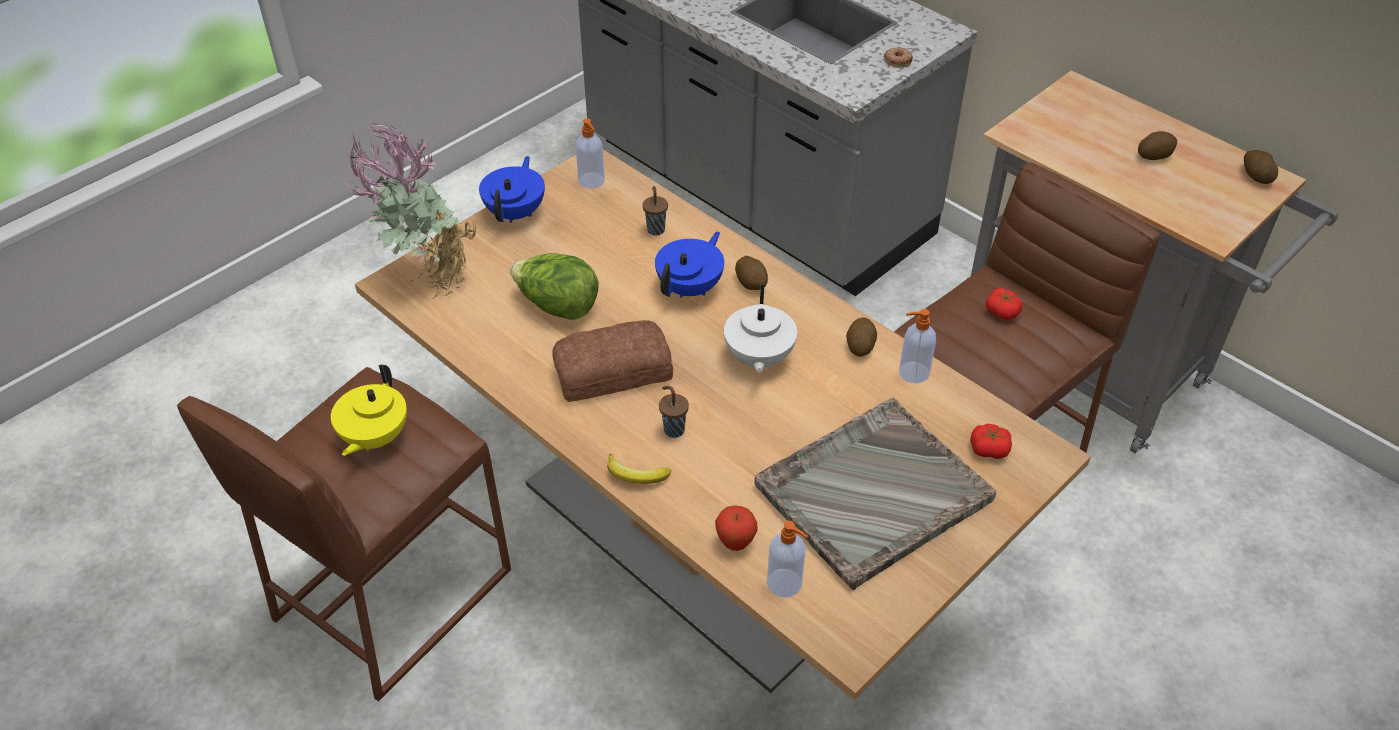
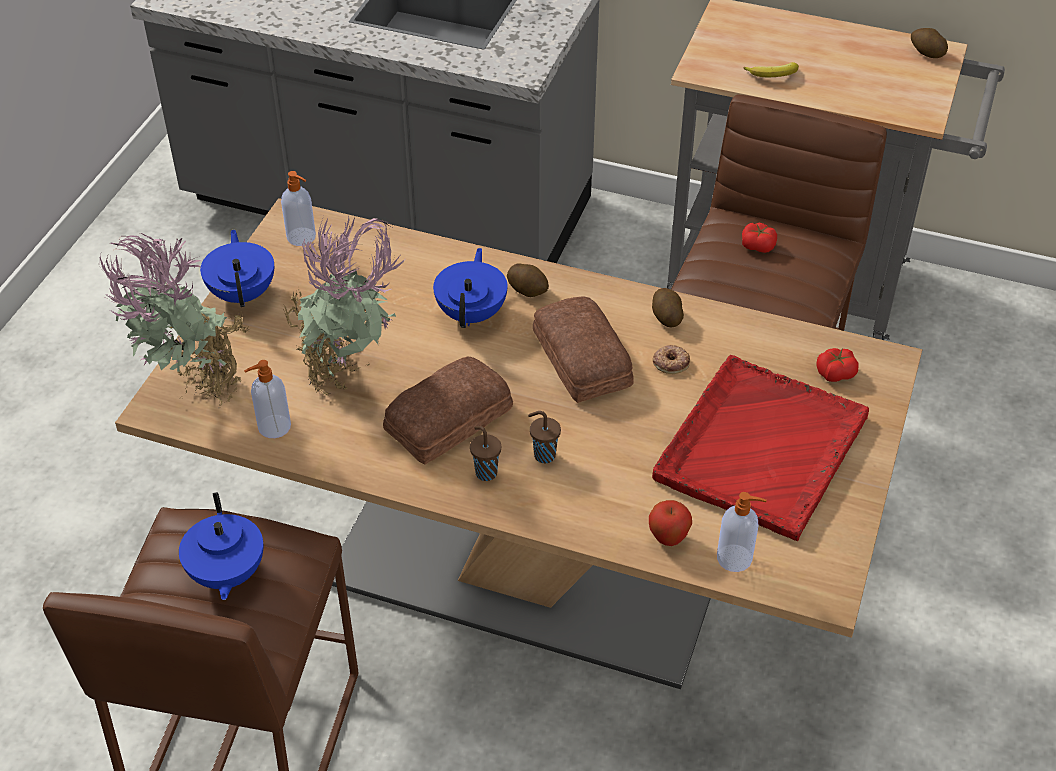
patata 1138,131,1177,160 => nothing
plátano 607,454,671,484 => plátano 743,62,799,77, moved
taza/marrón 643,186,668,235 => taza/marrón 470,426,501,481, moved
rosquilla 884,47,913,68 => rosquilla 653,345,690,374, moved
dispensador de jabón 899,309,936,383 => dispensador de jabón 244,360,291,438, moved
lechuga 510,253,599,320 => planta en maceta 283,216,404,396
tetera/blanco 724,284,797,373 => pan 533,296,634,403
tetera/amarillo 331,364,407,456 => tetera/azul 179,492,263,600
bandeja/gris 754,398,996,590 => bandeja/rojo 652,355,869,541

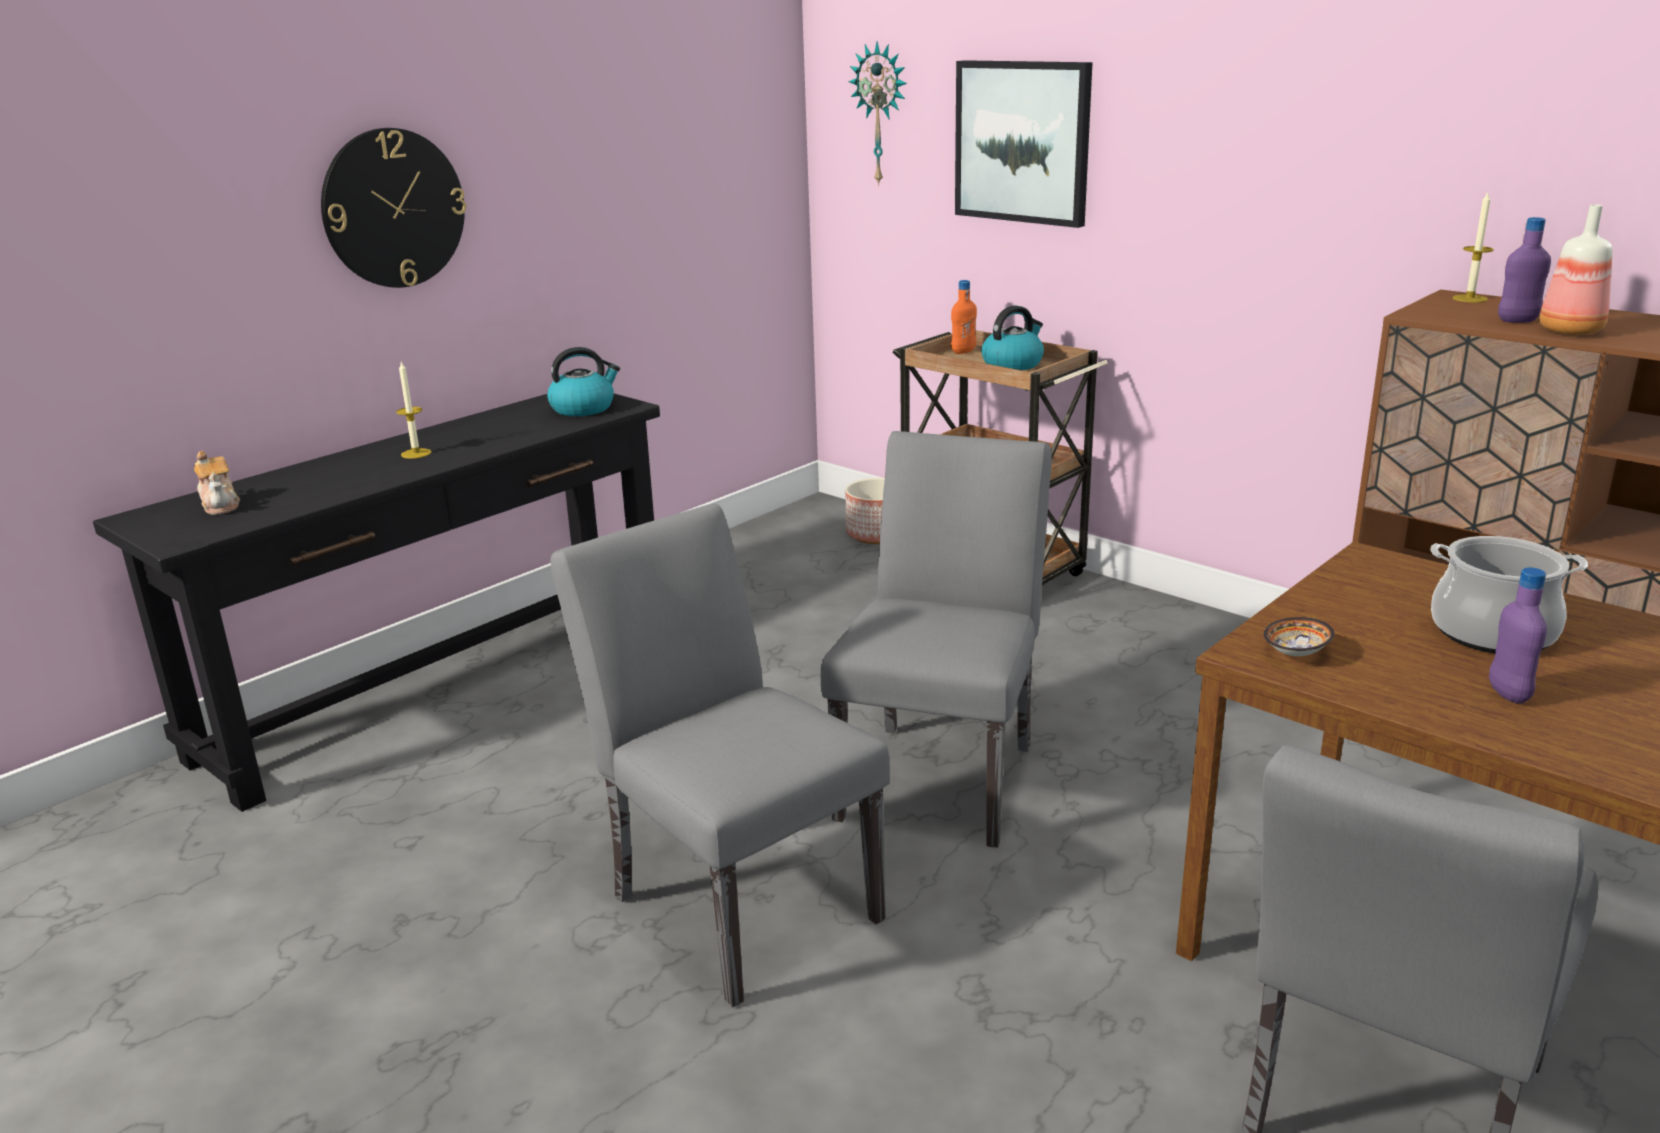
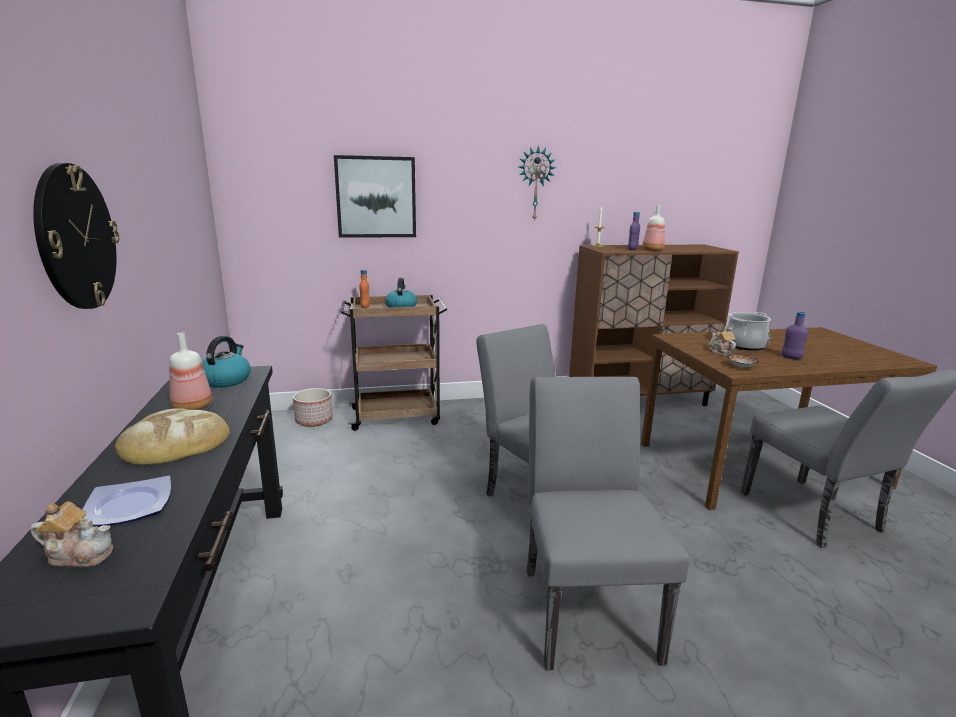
nothing => plato 82,476,171,527
nothing => botella 169,333,212,410
nothing => tetera 709,327,736,356
reloj de pared 848,42,907,186 => reloj de pared 519,145,556,222, moved
vela 396,362,431,459 => pan 115,408,230,465
silla/gris 551,504,890,1008 => silla/gris 527,377,689,670, 90 degrees clockwise

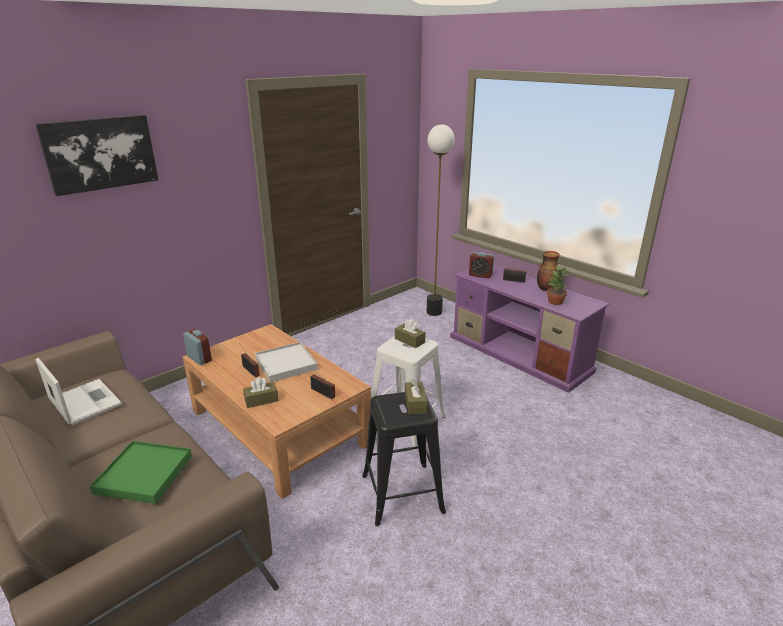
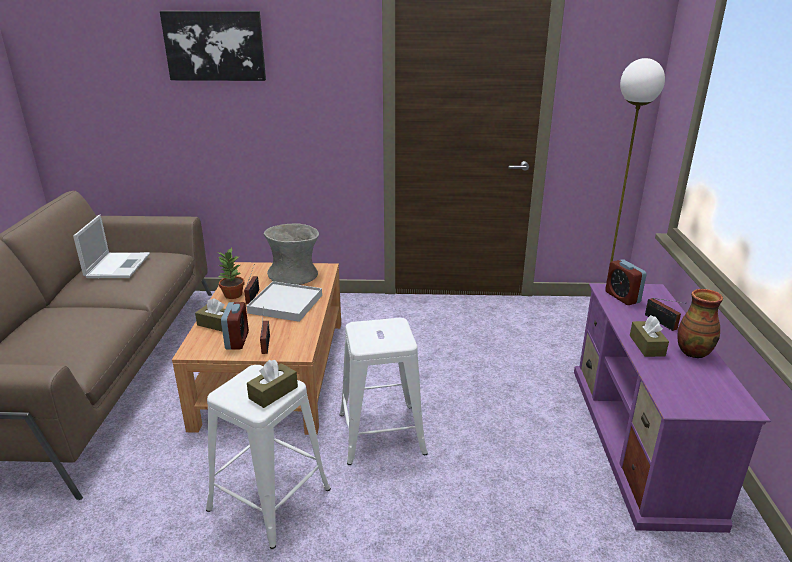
bandeja/verde 90,441,192,504 => nothing
nothing => florero/gris 264,224,319,285
despertador 183,329,212,365 => despertador 221,302,249,350, moved
caja de pañuelos/marrón 395,319,426,348 => caja de pañuelos/marrón 630,315,669,357, moved
planta en maceta 547,265,568,305 => planta en maceta 217,248,244,299, moved
taburete/negro 362,392,446,527 => taburete/blanco 206,365,331,549

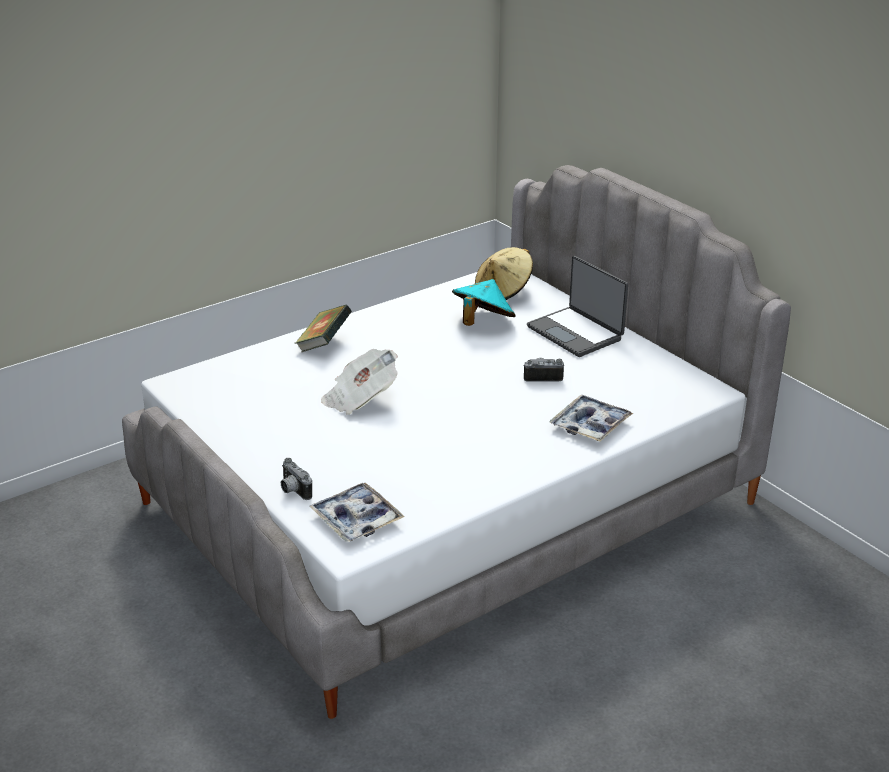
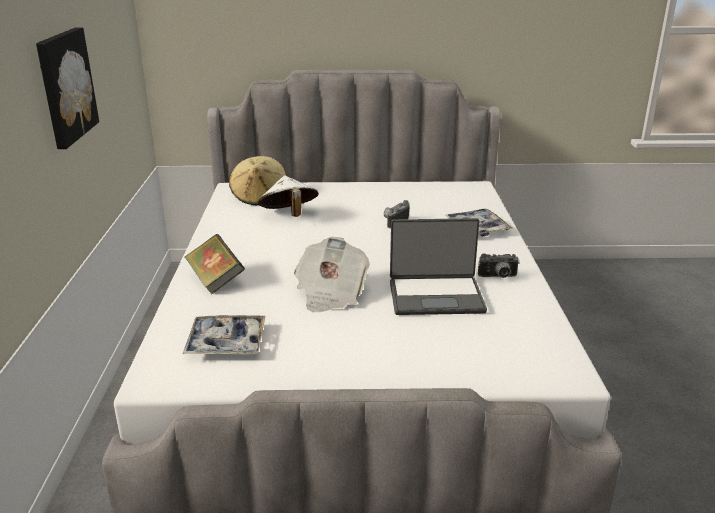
nothing => cuadro 36,28,99,149
cámara 281,458,312,500 => cámara 478,254,519,278, moved
bandeja 309,483,405,542 => bandeja 183,315,265,355, moved
portátil 527,256,628,357 => portátil 390,218,487,315, moved
sombrero/turquesa 452,279,516,326 => sombrero/blanco 258,175,319,217

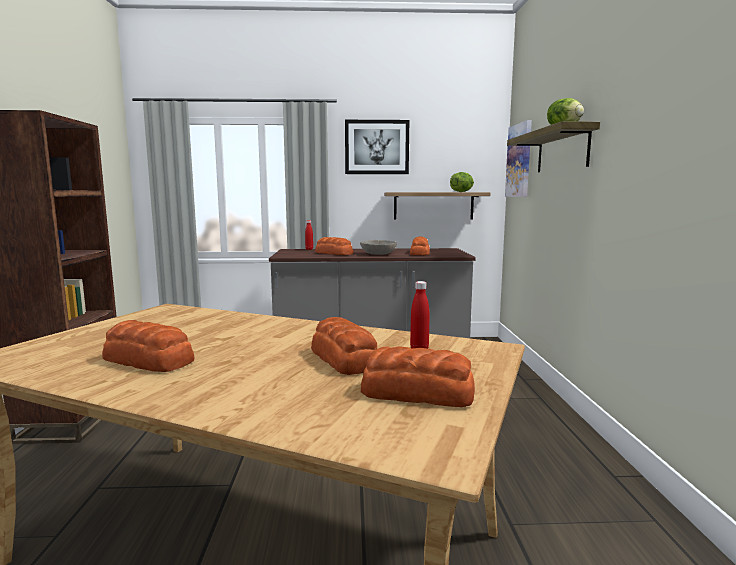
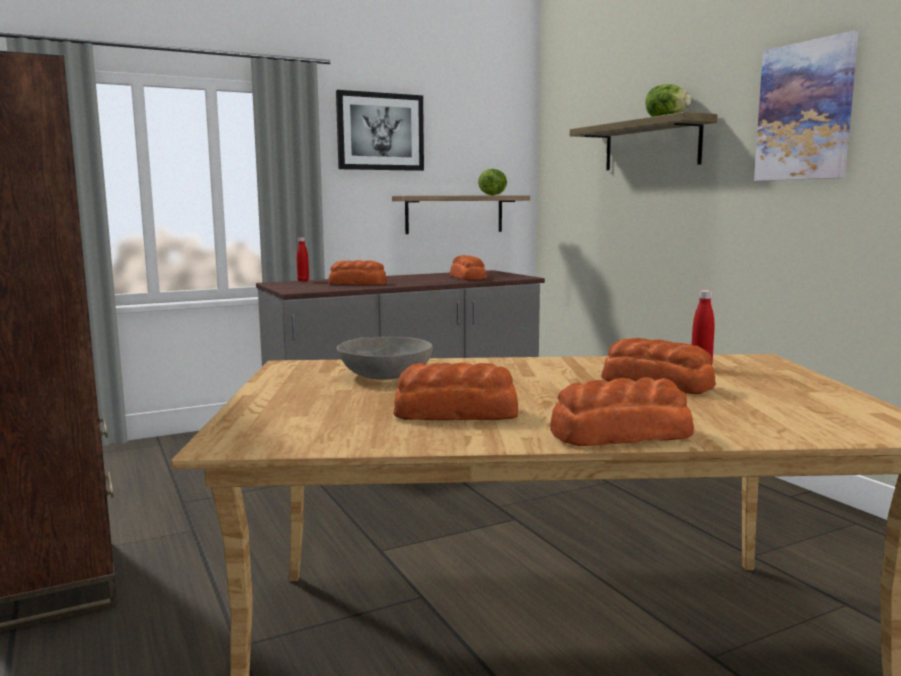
cuenco/gris 360,240,397,255 => cuenco/gris 337,336,433,380, moved
pan 361,346,475,407 => pan 550,377,694,446, moved
cuadro 505,120,532,197 => cuadro 754,31,858,181, moved

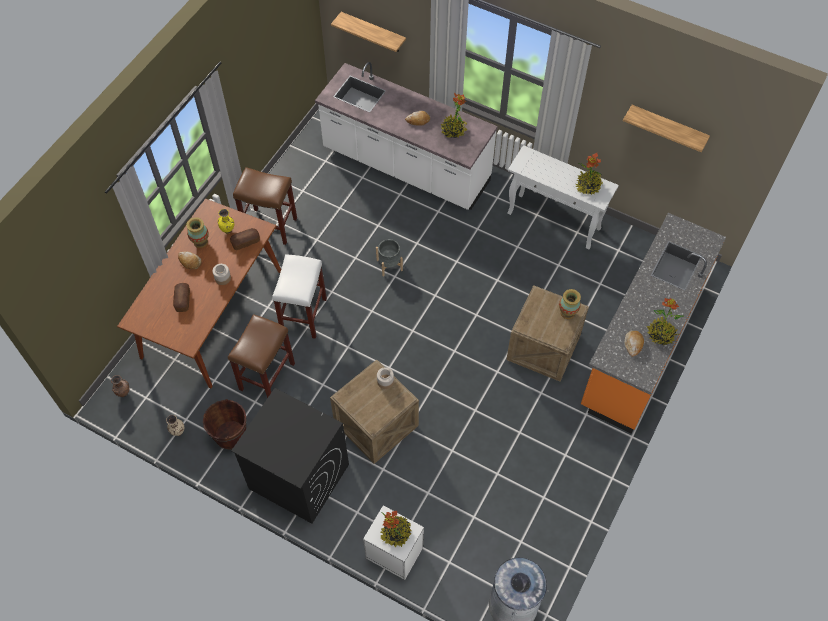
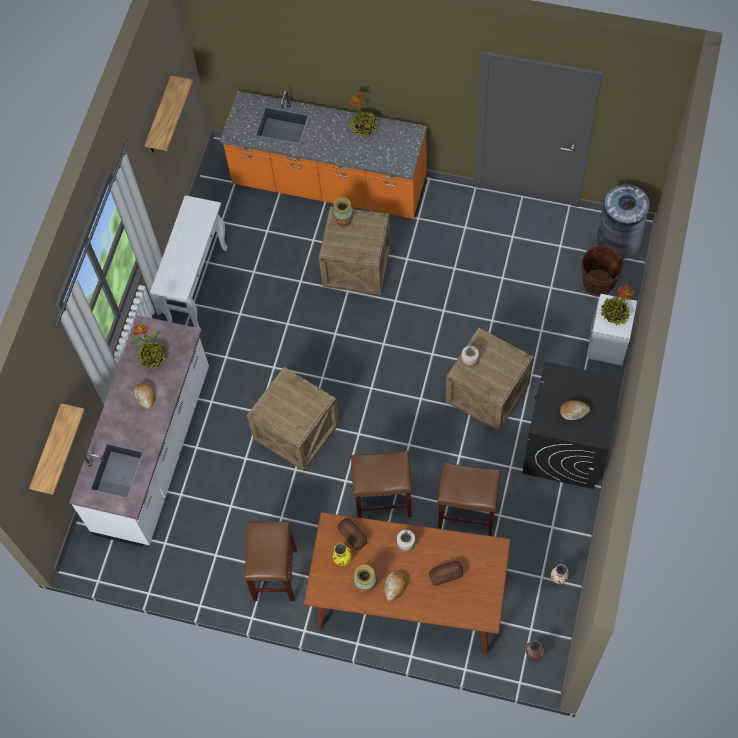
planta en maceta 575,153,602,195 => nothing
cubo/marrón 203,399,247,450 => cubo/marrón 581,246,624,297, moved
pan 625,331,644,357 => pan 560,400,591,420, moved
maceta/gris 376,239,403,276 => caja de embalaje 247,367,340,471
taburete/blanco 272,254,327,339 => taburete/marrón 351,450,412,518

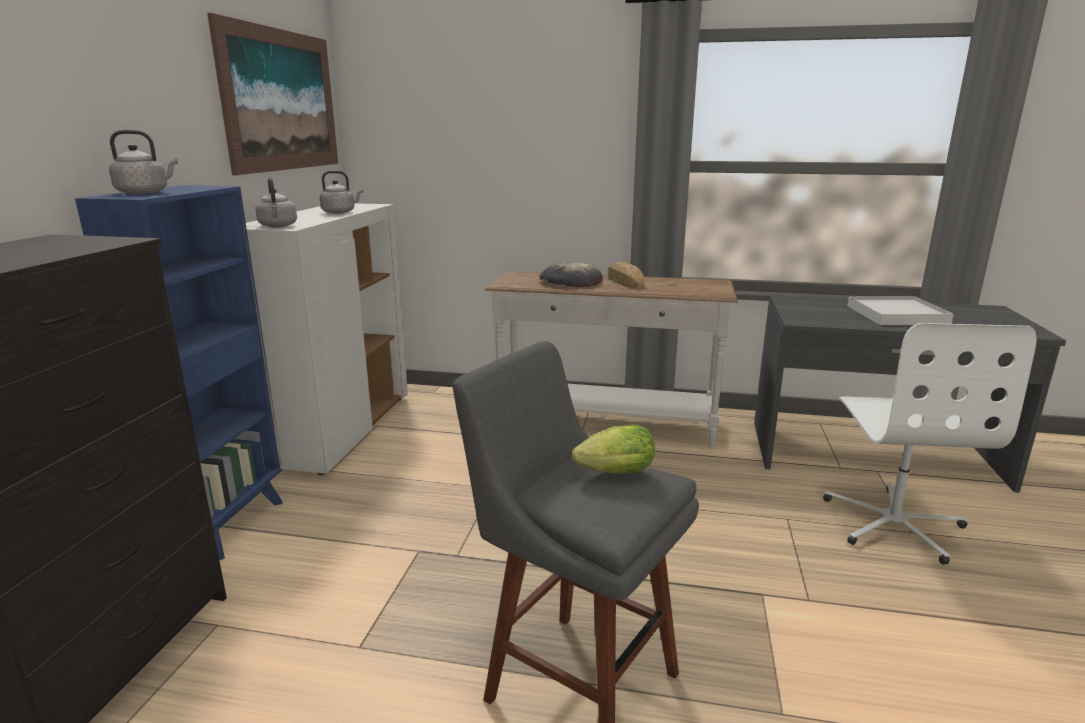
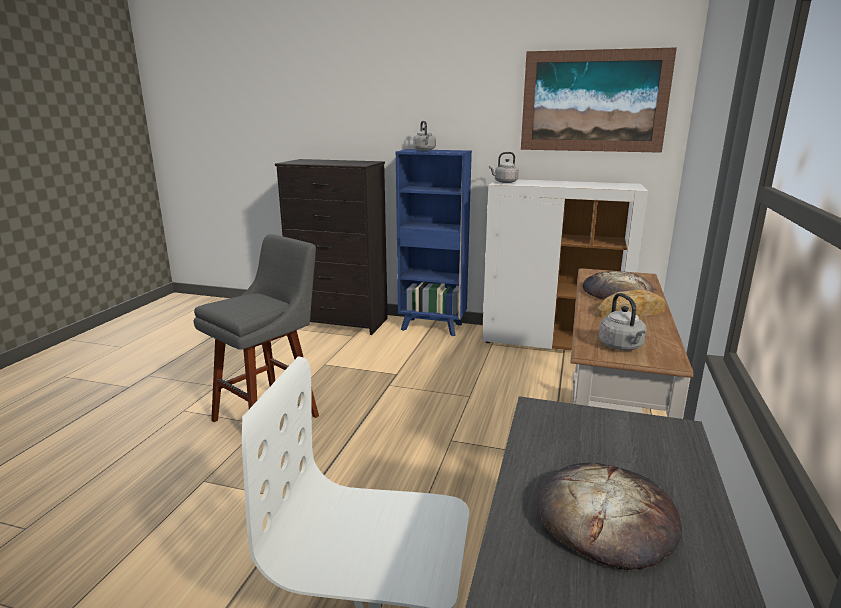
lechuga 572,425,655,474 => nothing
hervidor/gris 319,171,363,214 => hervidor/gris 599,293,646,350, moved
bandeja/blanco 848,296,954,325 => pan 537,463,682,570

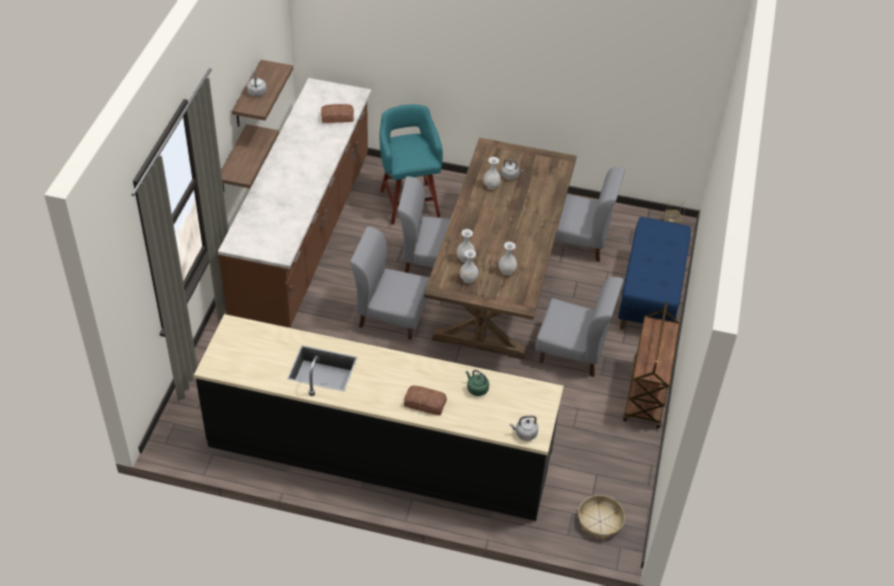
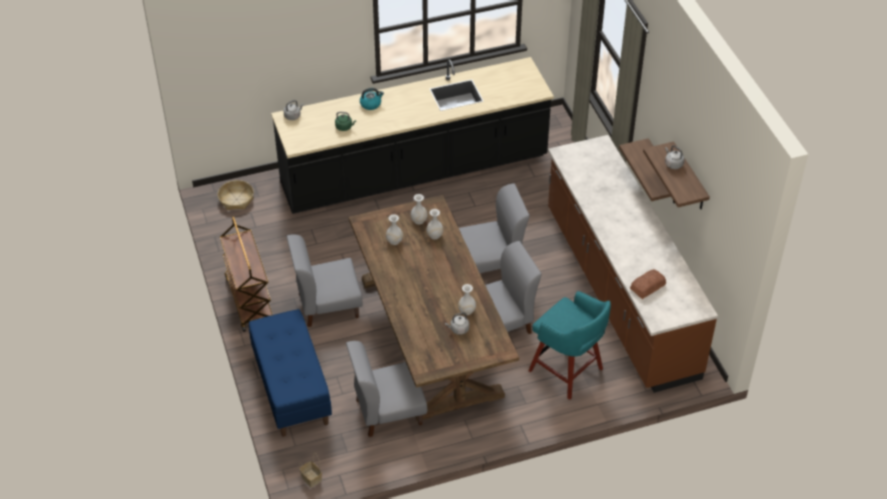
pan 404,386,447,415 => hervidor 360,88,384,110

